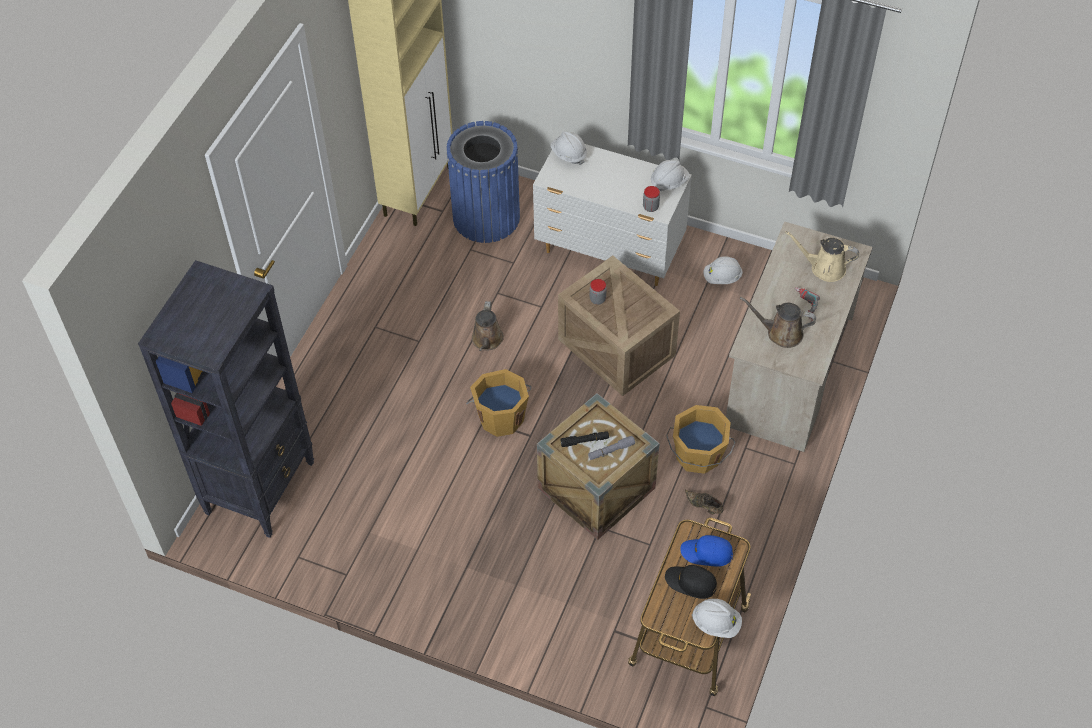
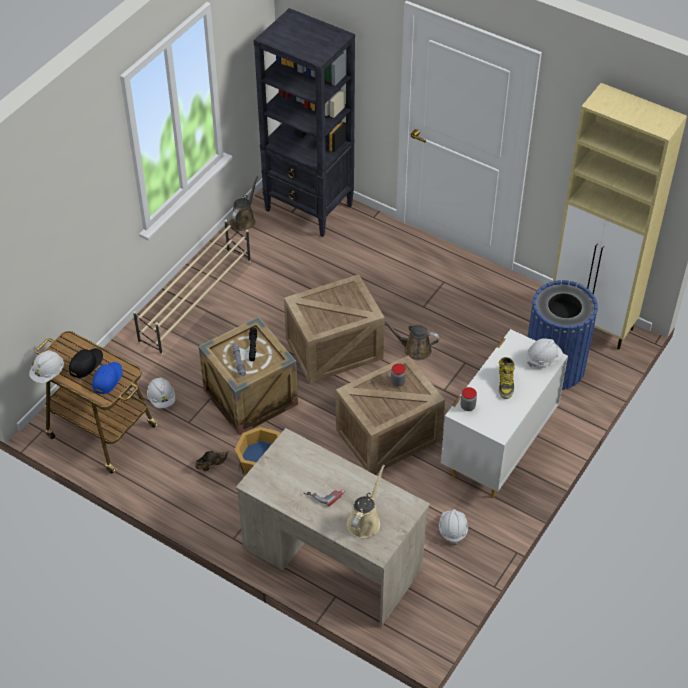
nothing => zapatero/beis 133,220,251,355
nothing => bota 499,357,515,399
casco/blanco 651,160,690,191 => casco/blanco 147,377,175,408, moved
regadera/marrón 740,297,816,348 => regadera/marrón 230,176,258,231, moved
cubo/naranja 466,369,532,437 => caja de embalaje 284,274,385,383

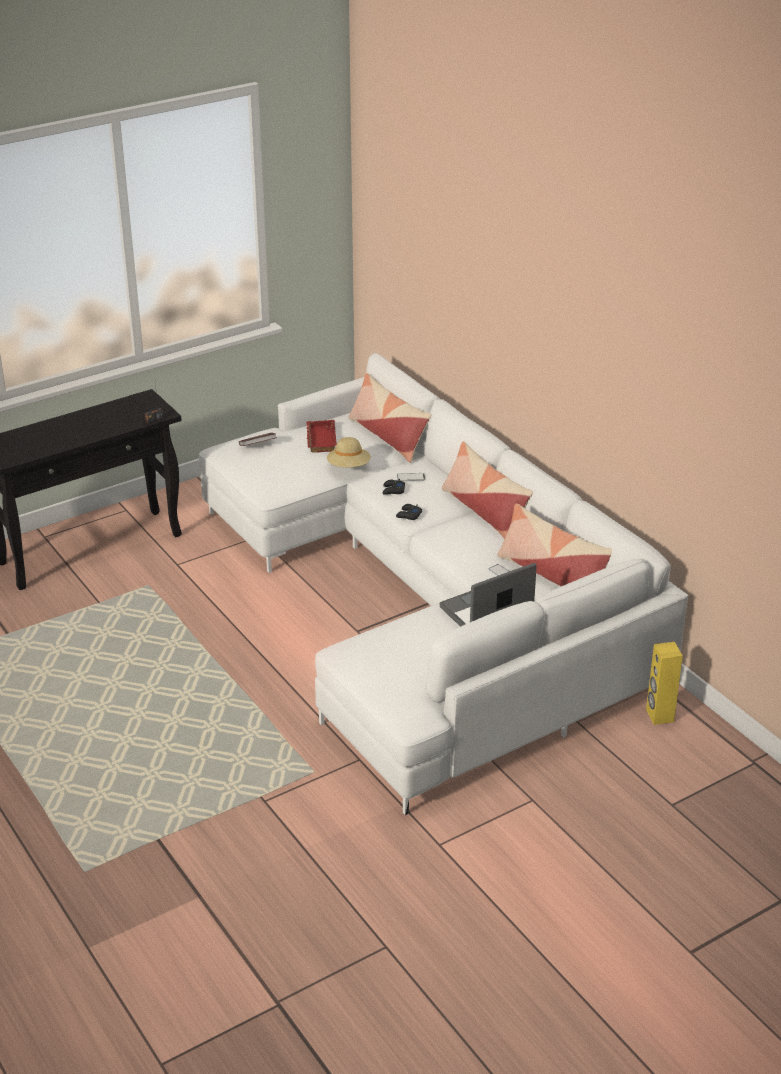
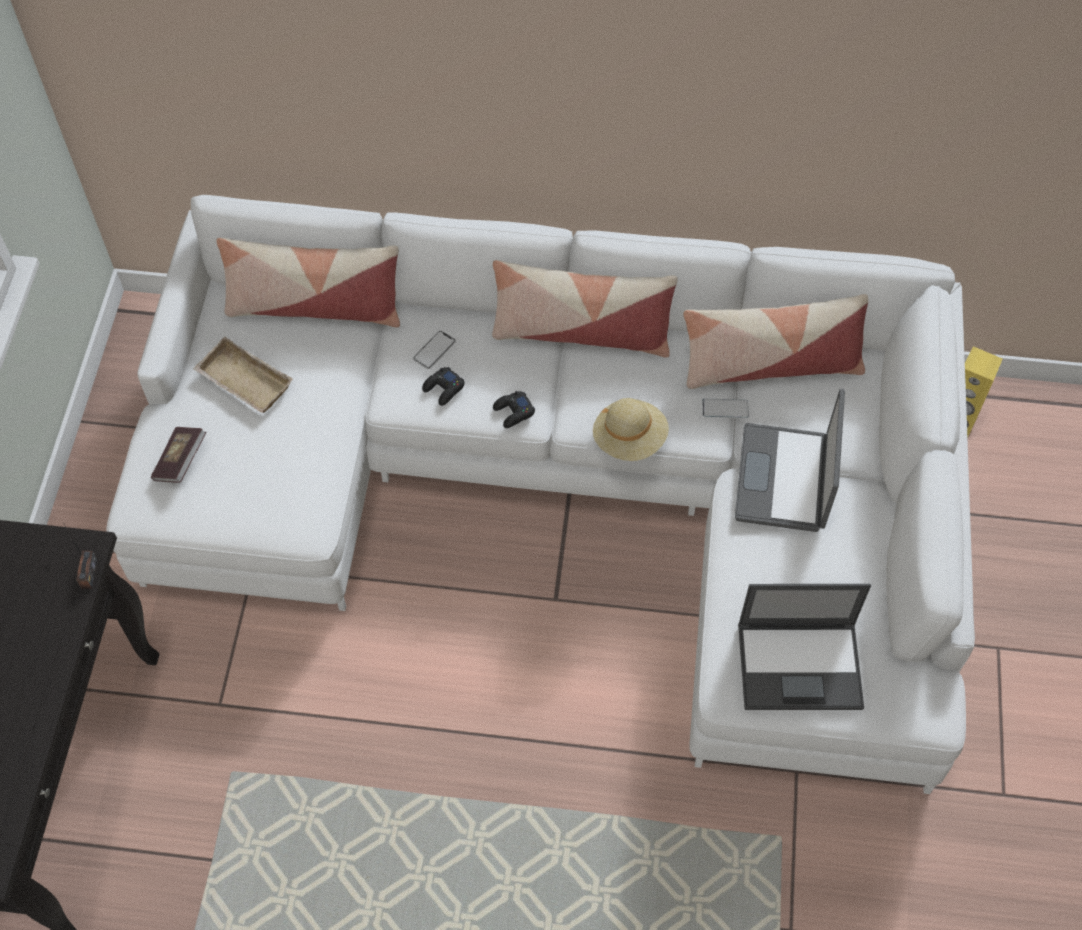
nothing => portátil 738,584,871,710
sombrero/beis 327,437,371,467 => sombrero/beis 593,398,669,461, moved
bandeja/rojo 306,420,337,453 => bandeja/beis 193,337,293,413

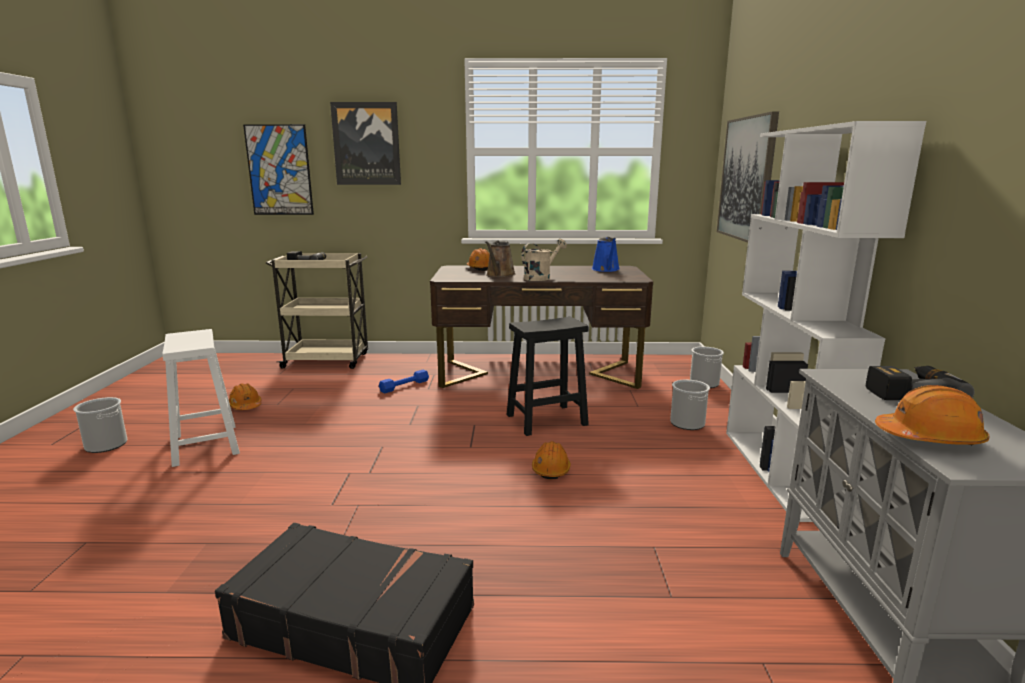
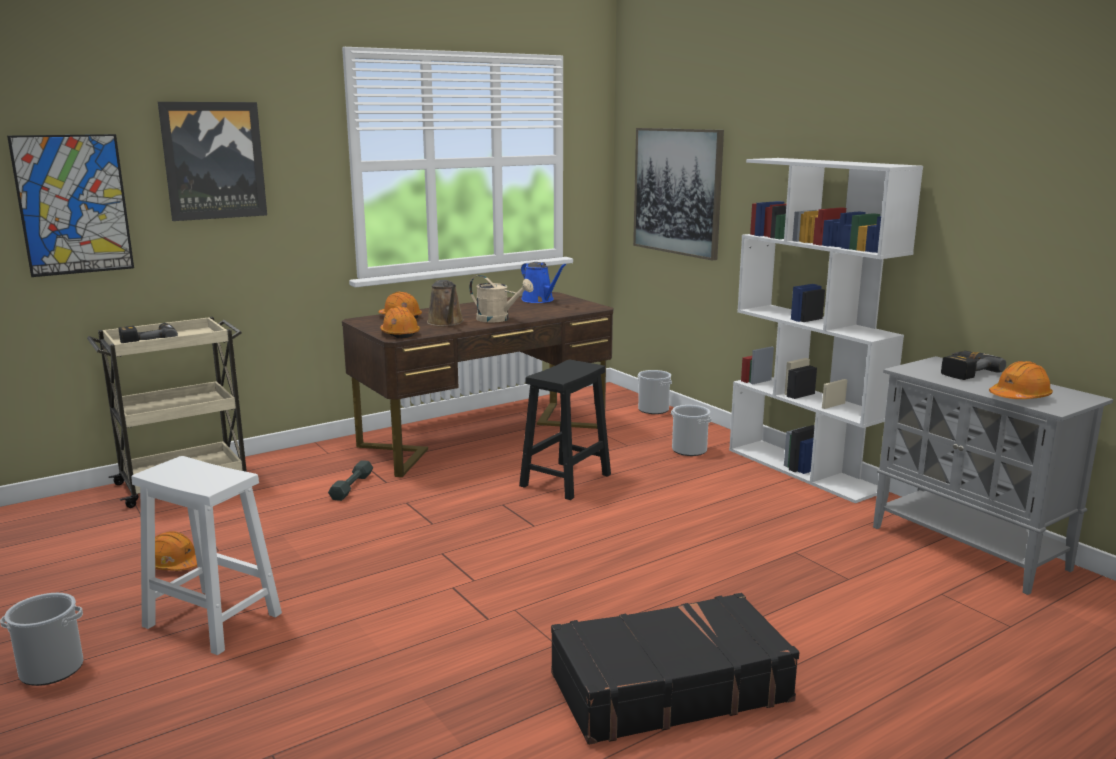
casco/naranja 532,441,571,479 => casco/naranja 380,306,420,338, moved
mancuerna/azul 379,370,429,393 => mancuerna/gris 328,460,373,501
regadera/beis 521,239,567,281 => regadera/beis 469,275,534,322, 105 degrees clockwise

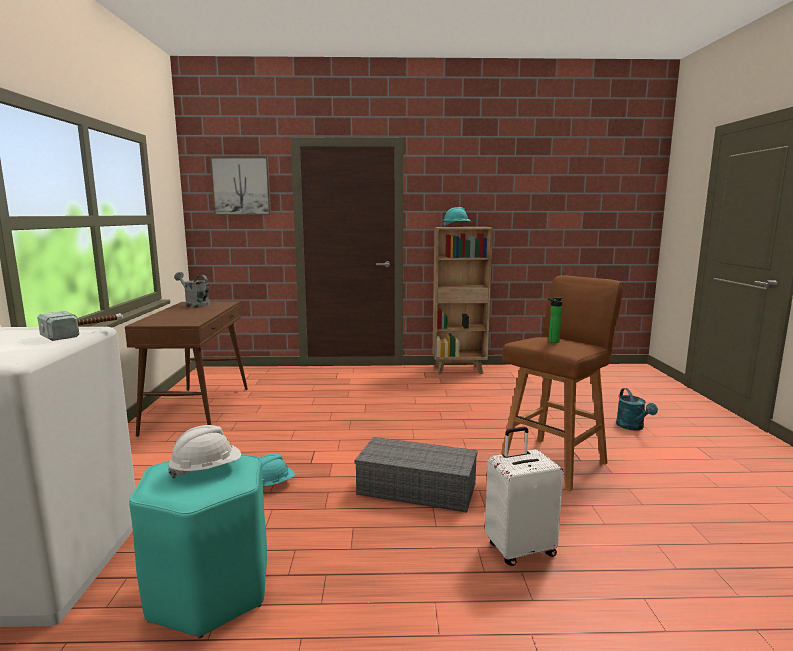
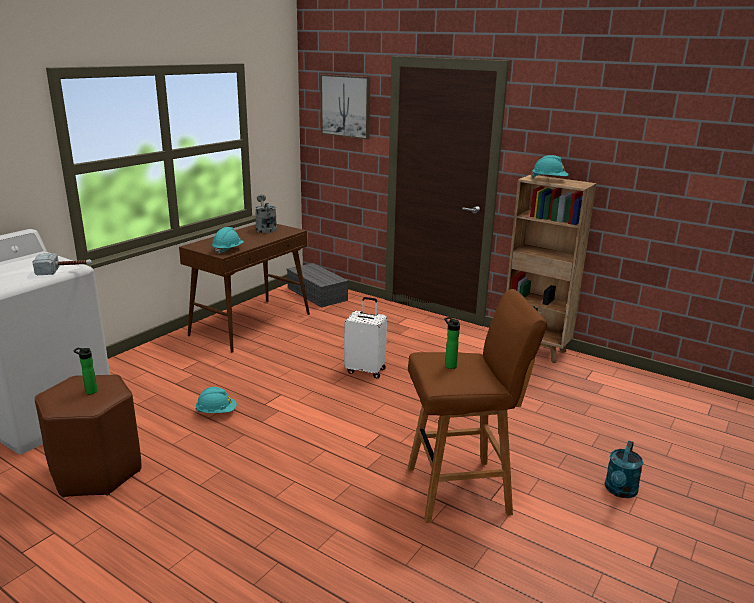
nothing => casco/turquesa 212,227,244,255
caja de almacenaje/gris 355,437,478,513 => caja de almacenaje/gris 287,263,349,308, moved
maleta/blanco 485,427,563,566 => maleta/blanco 344,297,387,379, moved
casco/blanco 168,425,241,478 => botella 74,348,97,394
taburete/turquesa 129,454,267,638 => taburete/marrón 35,374,142,498

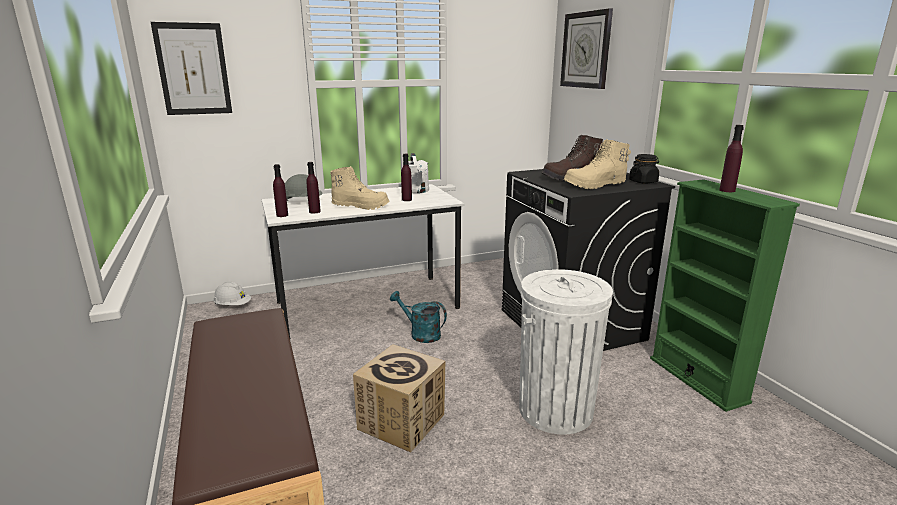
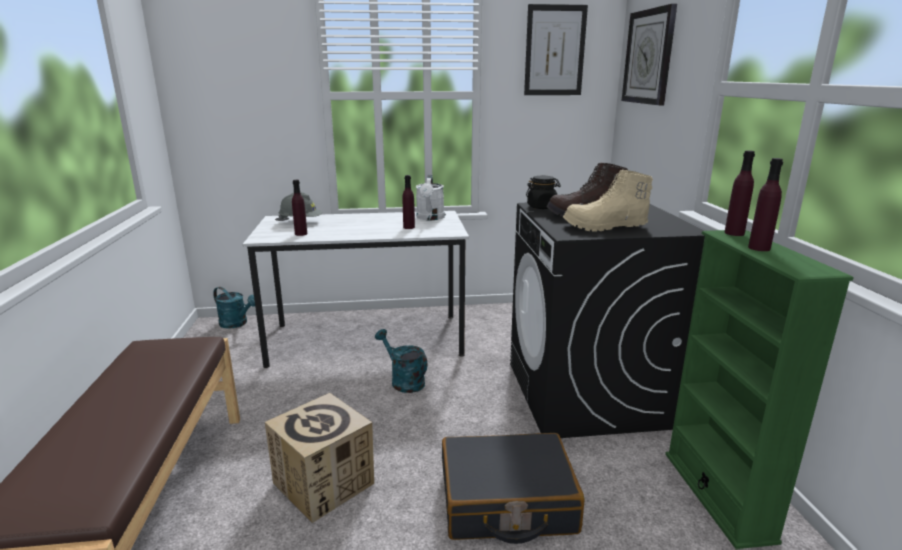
bota/beis 330,166,389,210 => nothing
cuadro 151,22,232,115 => cuadro 524,4,588,95, moved
botella/morado 273,164,288,217 => botella/morado 725,150,755,236, moved
tarro/negro 629,154,659,184 => tarro/negro 526,176,561,209, moved
casco/blanco 213,282,251,305 => regadera/turquesa 213,287,255,329
papelera/blanco 519,269,613,435 => maleta/negro 442,433,585,544

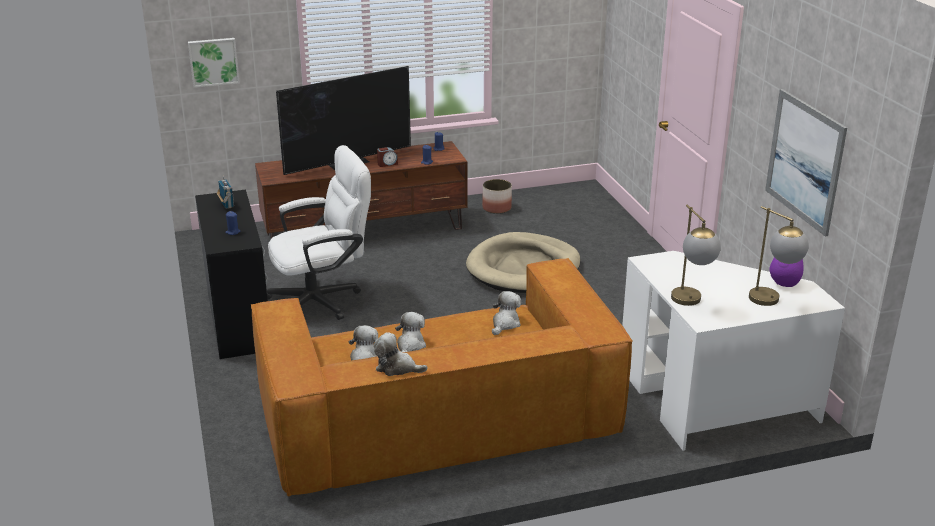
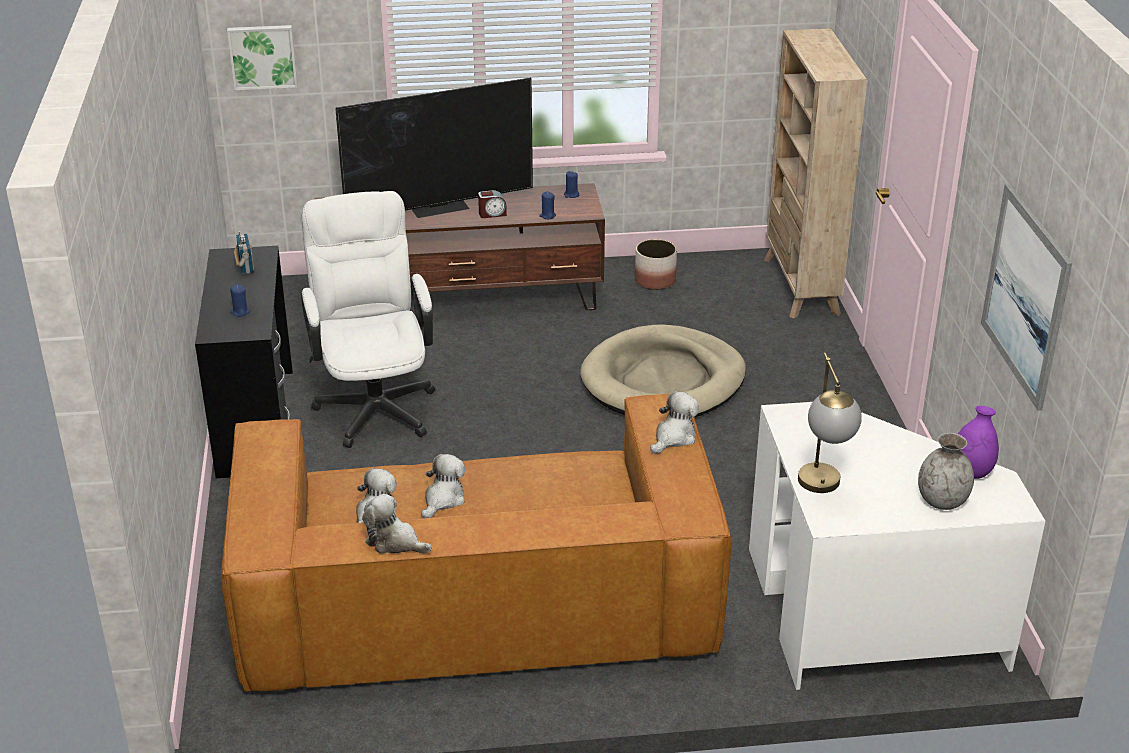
nothing => estantería/beis 764,28,868,319
peluche 492,291,521,335 => peluche 650,391,699,454, moved
lámpara de mesa 749,206,809,306 => florero/gris 918,433,974,510
silla de oficina/blanco 267,145,371,320 => silla de oficina/blanco 300,191,435,448, 90 degrees counterclockwise

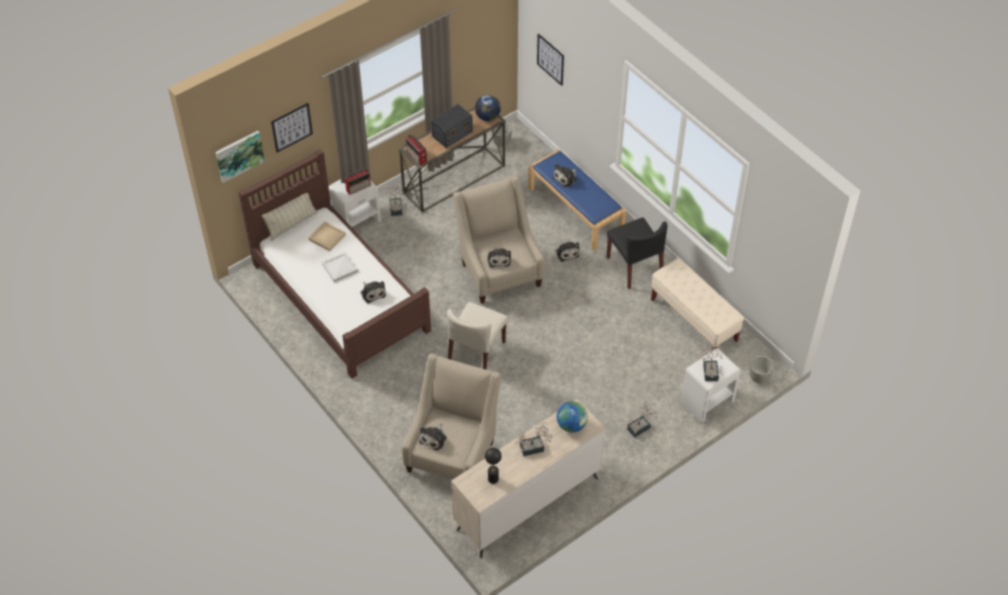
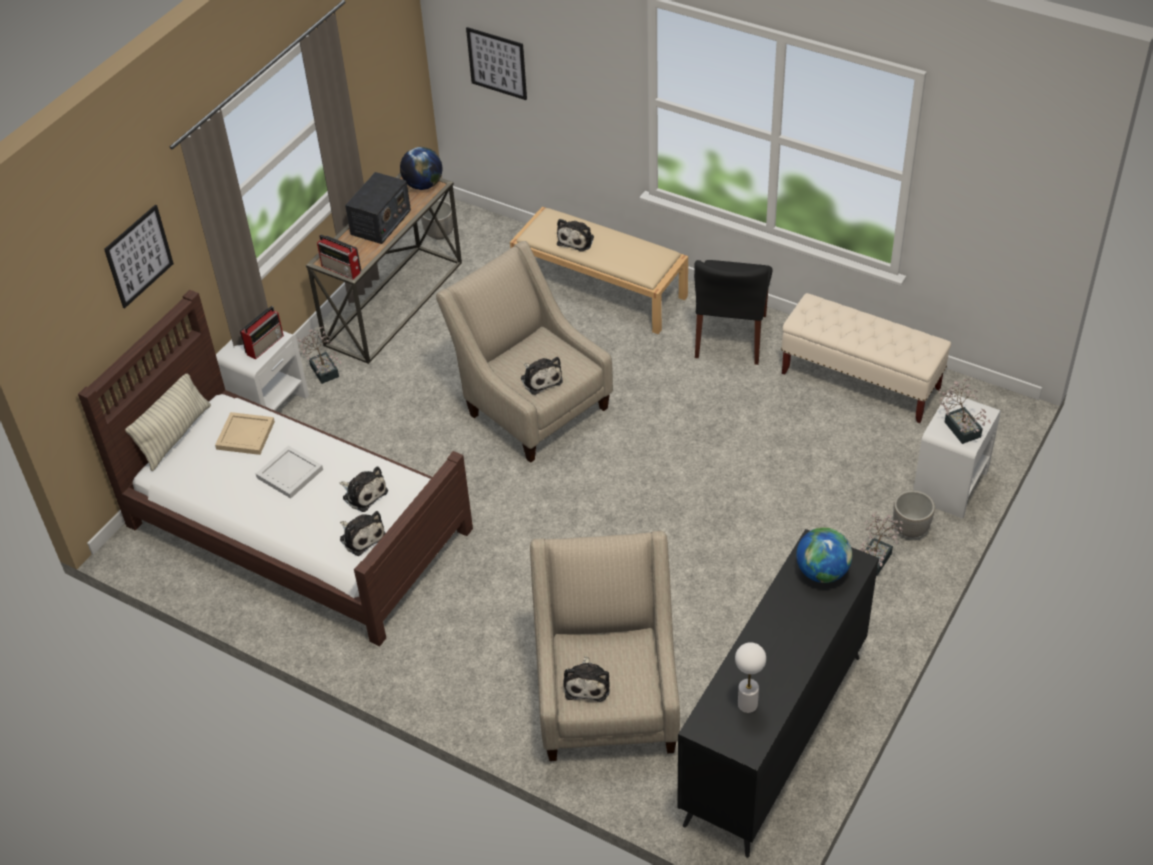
cuadro 215,131,265,183 => nothing
silla/beis 447,302,508,370 => nothing
planta en maceta 515,422,553,456 => nothing
peluche 556,242,579,262 => peluche 340,511,385,556, moved
maceta 749,356,774,383 => maceta 893,490,935,537, moved
cómoda/beis 451,399,606,558 => cómoda/negro 677,529,879,858
lámpara de mesa/negro 485,448,502,484 => lámpara de mesa/blanco 735,642,766,713
banco/azul 528,149,626,250 => banco/beis 510,207,688,334
silla/negro 607,217,668,289 => silla/negro 694,260,772,365, 60 degrees clockwise

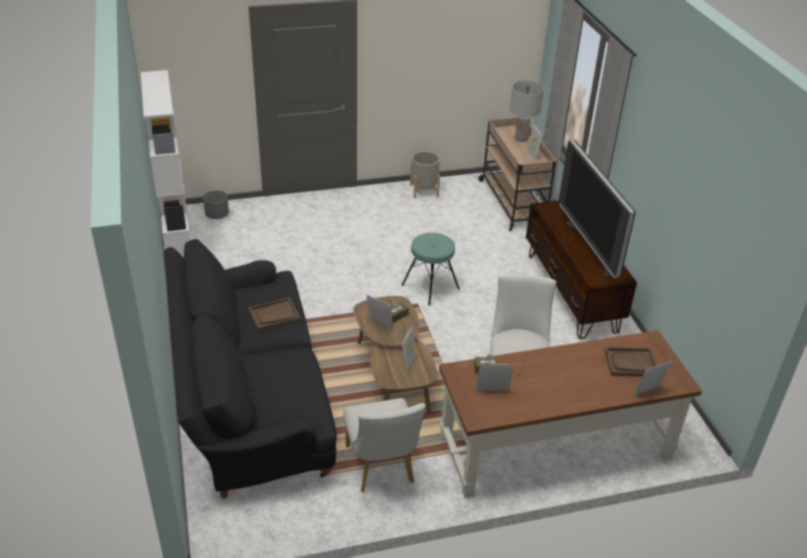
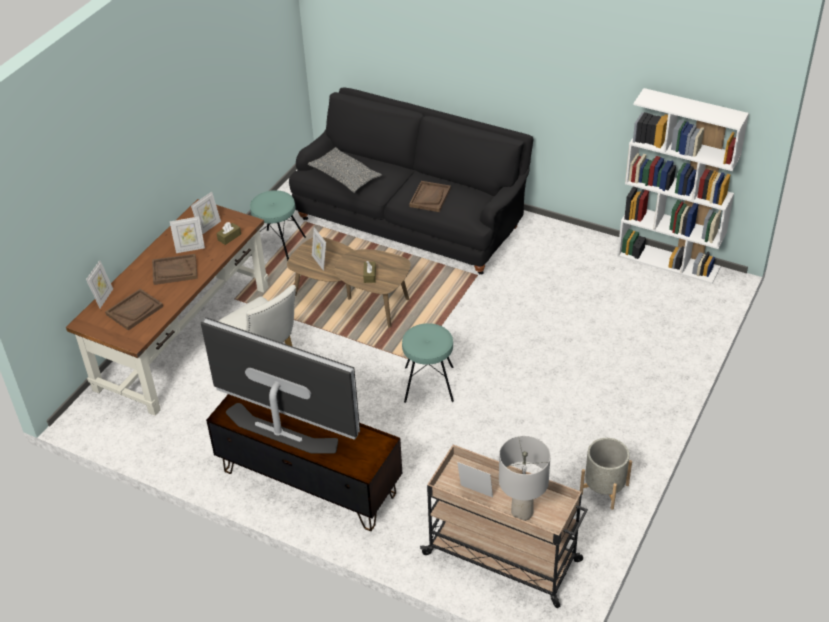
maceta/gris 203,190,229,219 => nothing
nothing => bandeja/marrón 152,254,198,285
nothing => cojín/gris 308,147,382,193
portarretratos 366,294,393,330 => portarretratos 170,217,205,253, moved
silla/blanco 343,398,426,492 => taburete/turquesa 250,190,306,261

